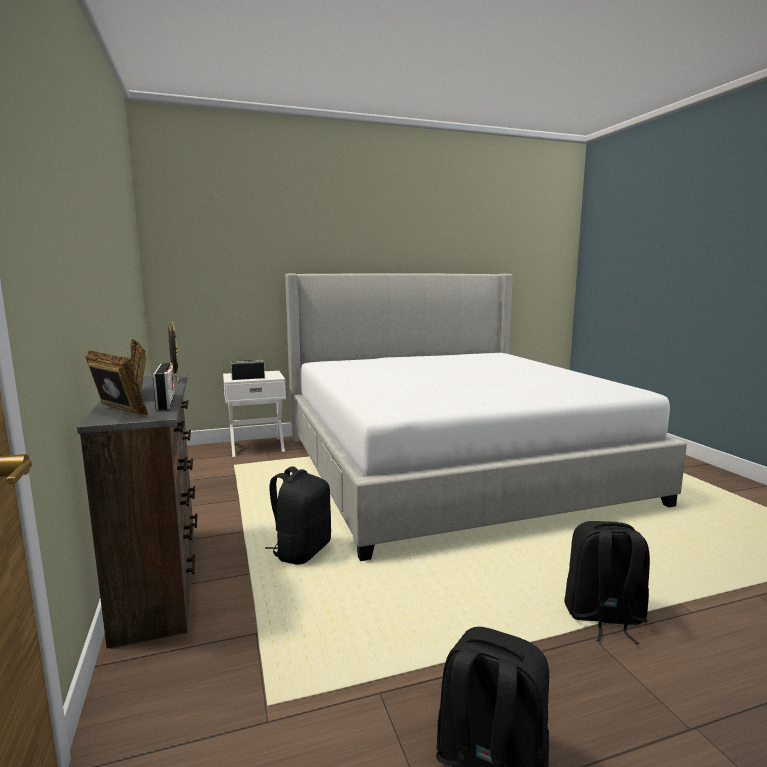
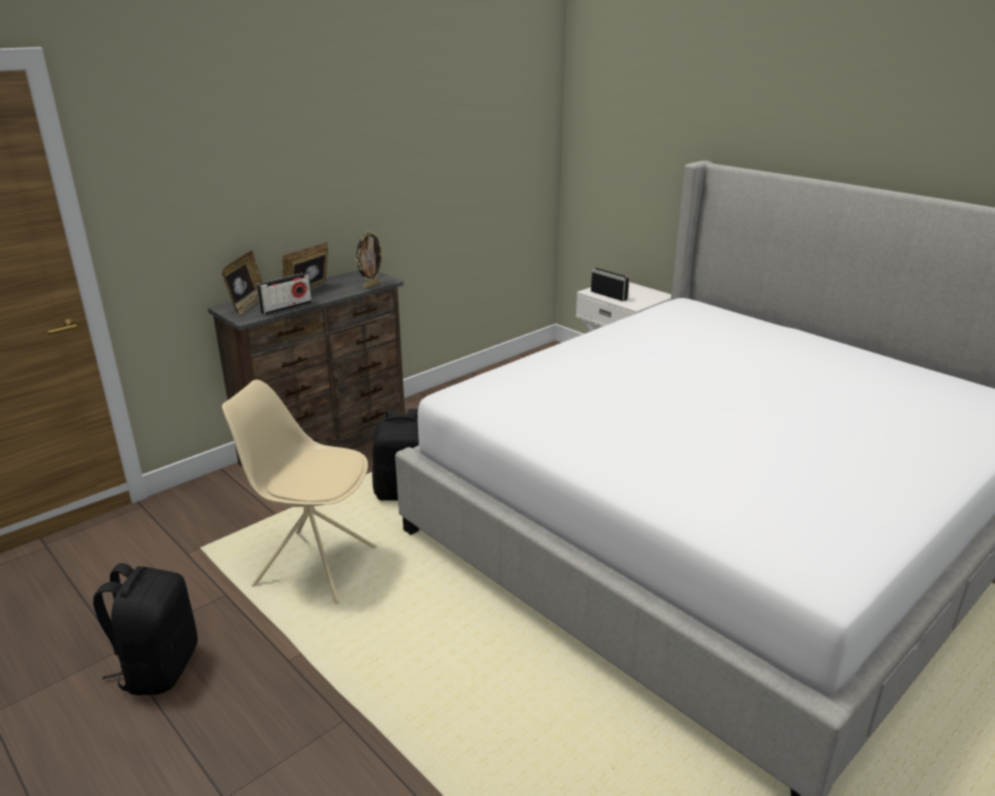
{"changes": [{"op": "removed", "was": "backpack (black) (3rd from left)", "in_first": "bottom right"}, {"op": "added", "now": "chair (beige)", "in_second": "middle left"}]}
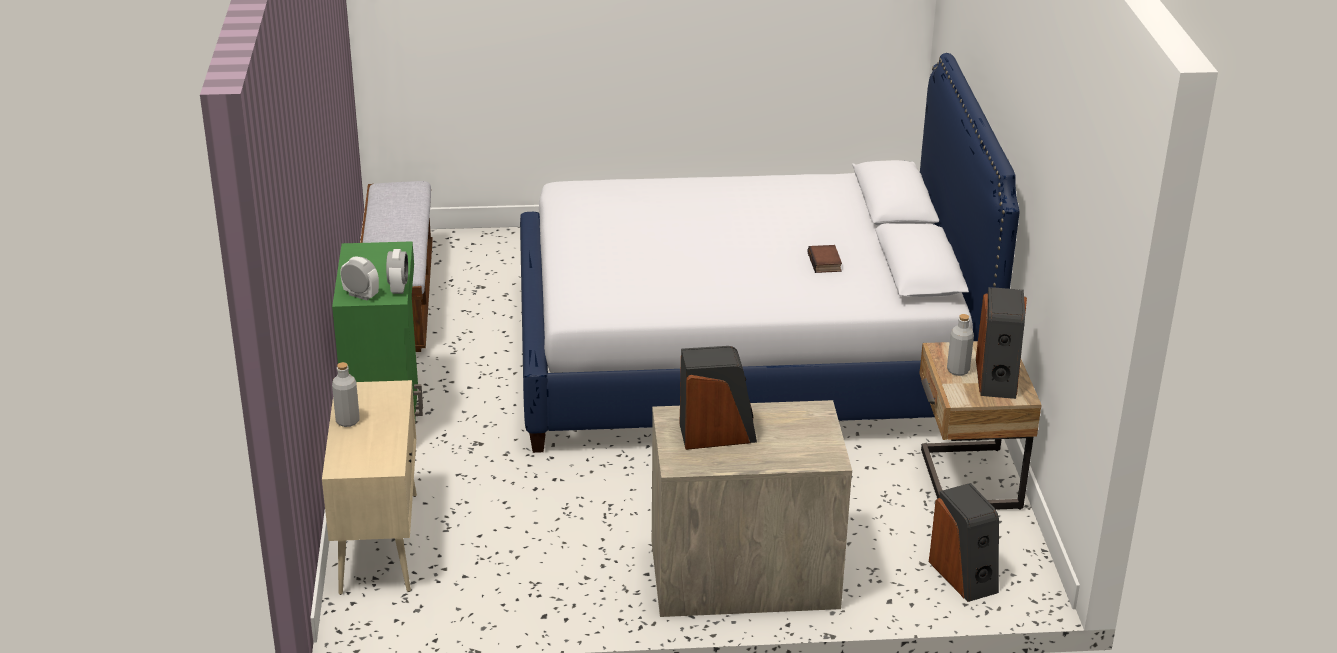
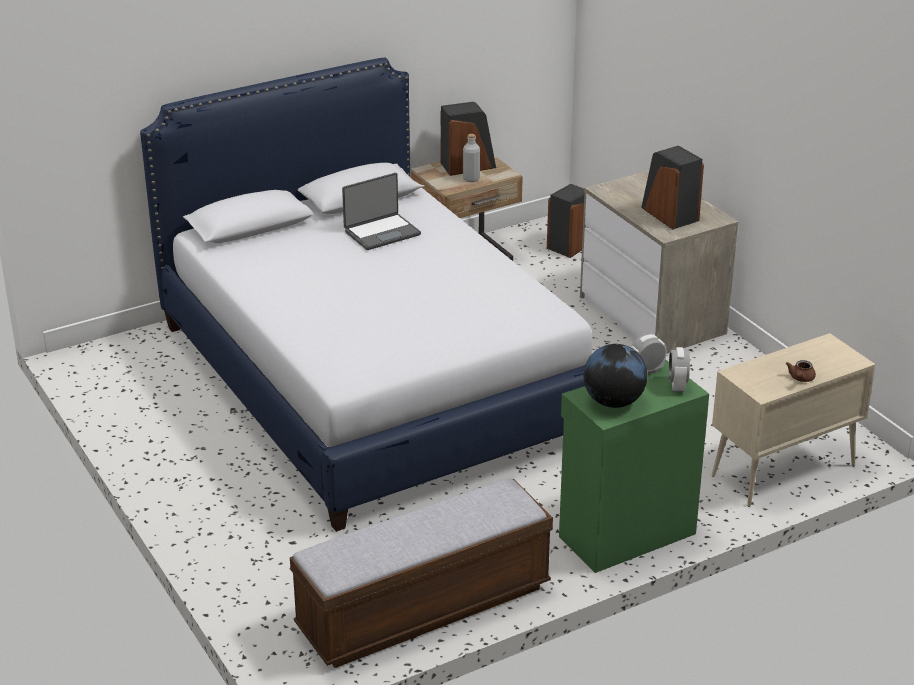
{"changes": [{"op": "added", "now": "globe", "in_second": "middle right"}, {"op": "replaced", "was": "bottle (grey) (1st from left)", "now": "teapot (brown)", "in_first": "middle left", "in_second": "middle right"}, {"op": "replaced", "was": "book", "now": "laptop", "in_first": "centre", "in_second": "top centre"}]}
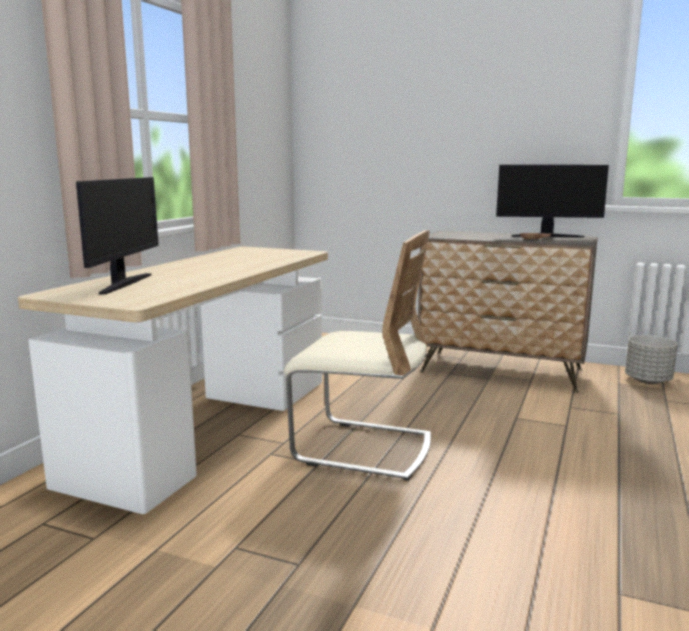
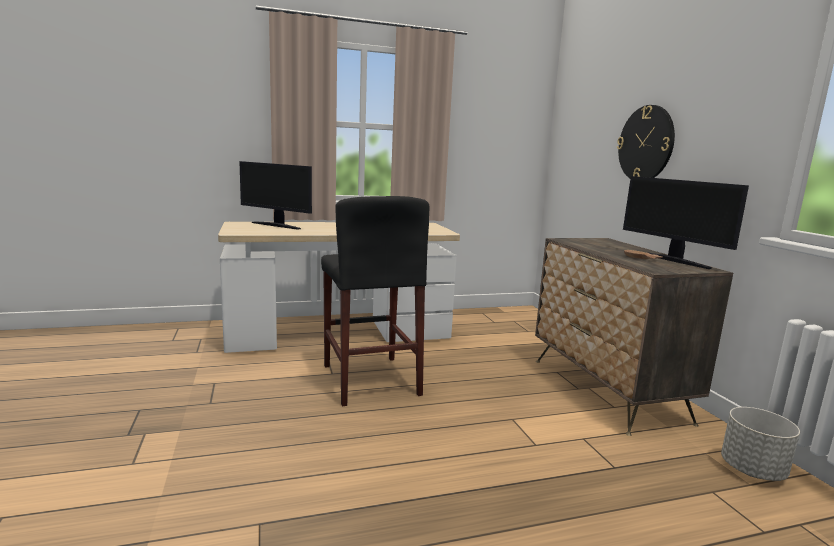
{"changes": [{"op": "added", "now": "wall clock", "in_second": "top right"}, {"op": "replaced", "was": "chair (beige)", "now": "stool (black)", "in_first": "centre", "in_second": "centre"}, {"op": "turned", "was": "monitor (1st from left)", "in_first": "middle left", "in_second": "middle left", "clockwise": 60}]}
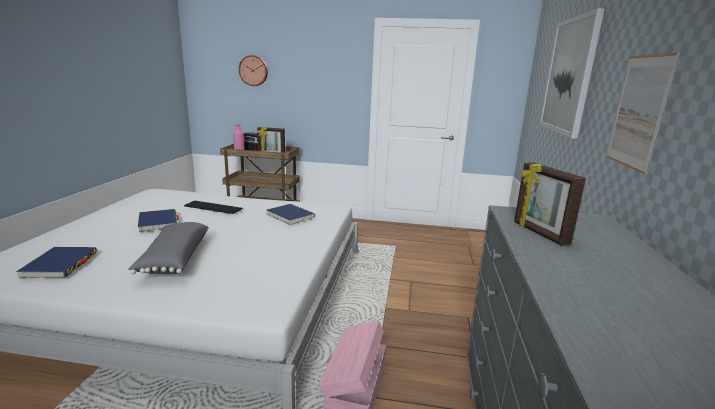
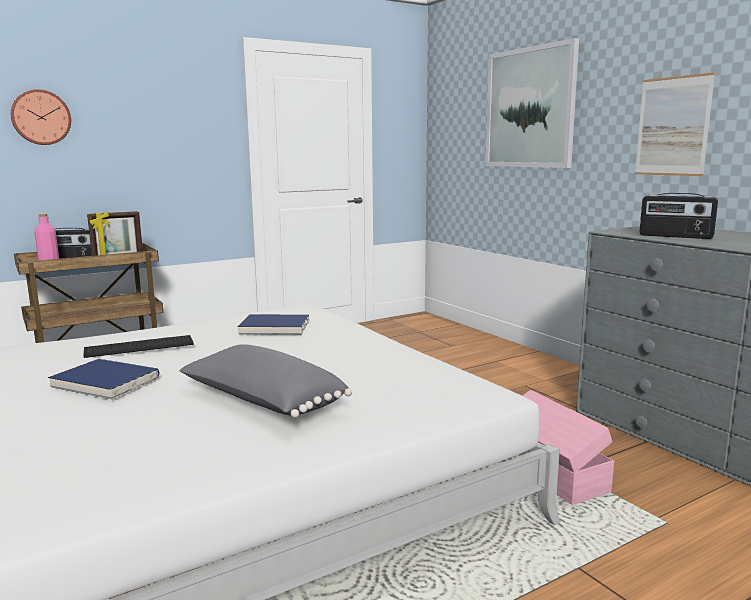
{"changes": [{"op": "removed", "was": "book (blue) (1st from left)", "in_first": "middle left"}, {"op": "replaced", "was": "picture frame (2nd from left)", "now": "radio (2nd from left)", "in_first": "middle right", "in_second": "middle right"}]}
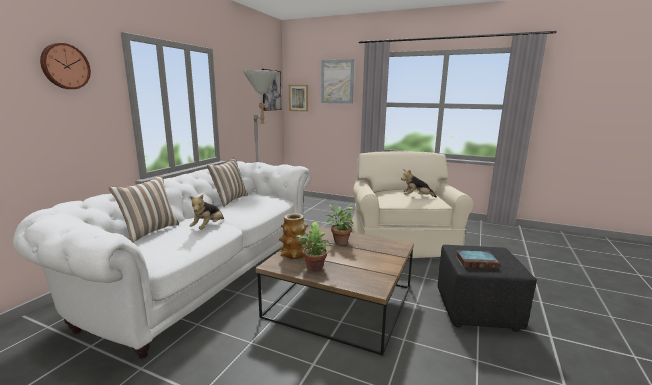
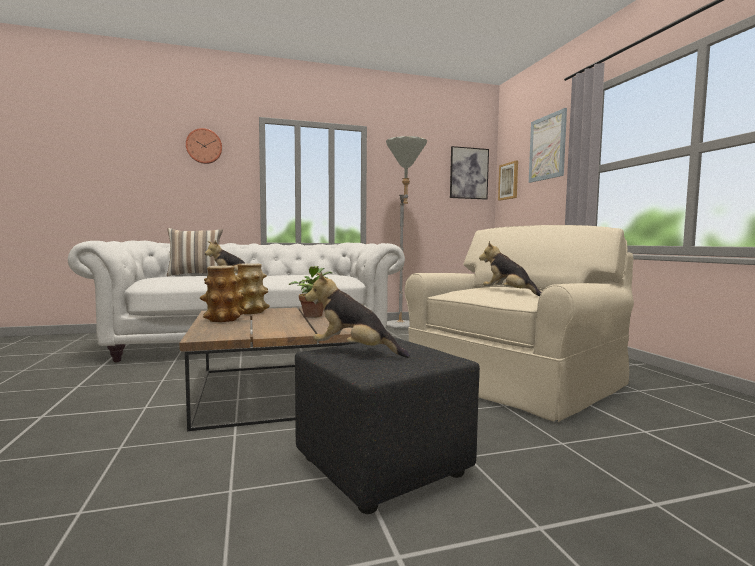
{"changes": [{"op": "removed", "was": "pillow (2nd from left)", "in_first": "centre"}, {"op": "replaced", "was": "potted plant (1st from left)", "now": "vase (1st from left)", "in_first": "centre", "in_second": "middle left"}, {"op": "replaced", "was": "book", "now": "plush toy (2nd from left)", "in_first": "bottom right", "in_second": "centre"}]}
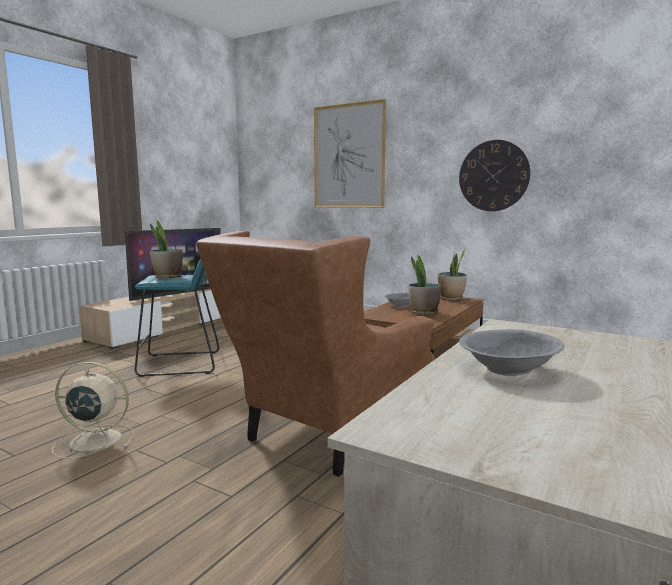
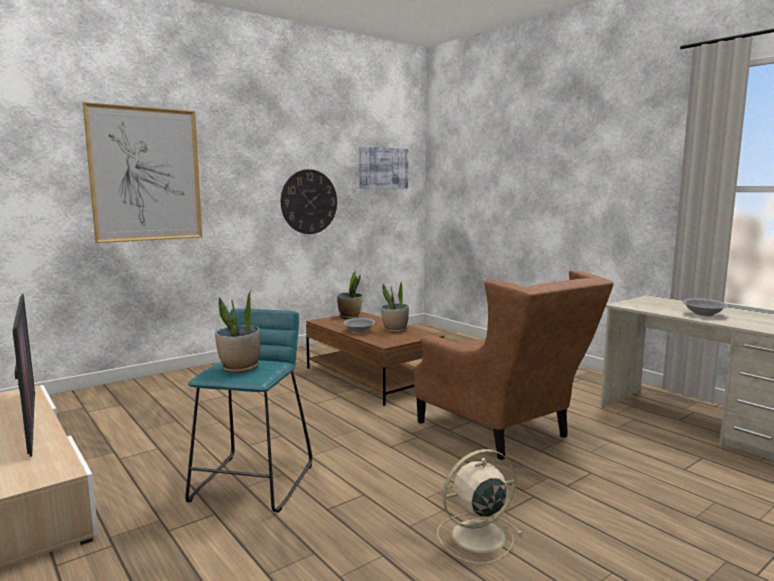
{"changes": [{"op": "added", "now": "picture (2nd from left)", "in_second": "top centre"}, {"op": "turned", "was": "fan (beige)", "in_first": "bottom left", "in_second": "bottom centre", "clockwise": 45}]}
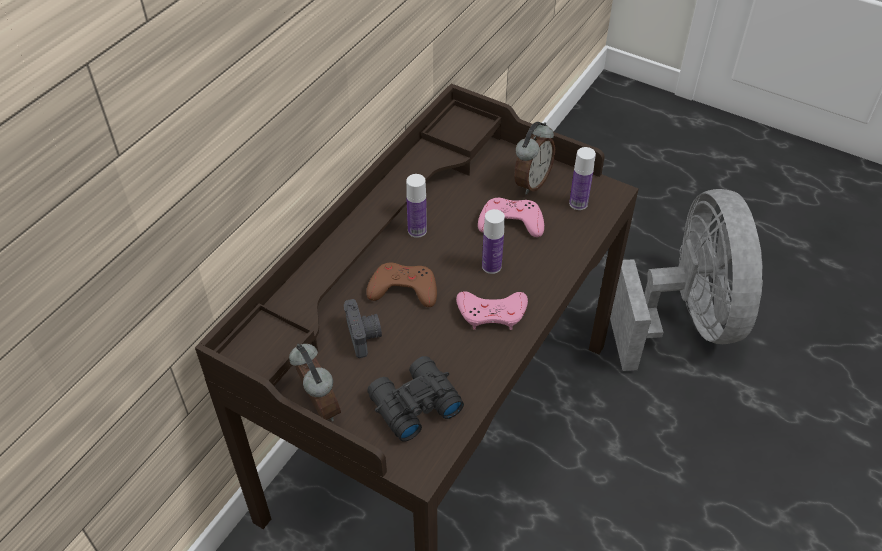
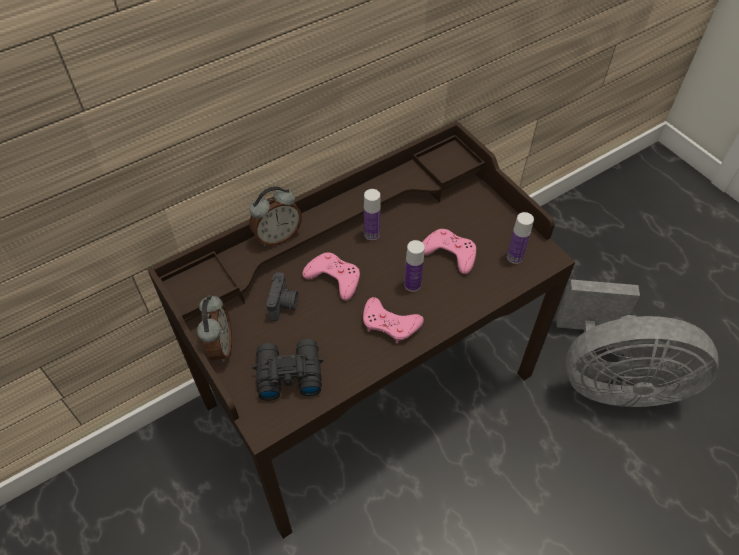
{"changes": [{"op": "moved", "was": "alarm clock (2nd from left)", "in_first": "top centre", "in_second": "centre"}, {"op": "recoloured", "was": "game controller (brown)", "now": "game controller (pink) (1st from left)", "in_first": "centre", "in_second": "centre"}, {"op": "turned", "was": "fan (grey)", "in_first": "middle right", "in_second": "middle right", "clockwise": 75}]}
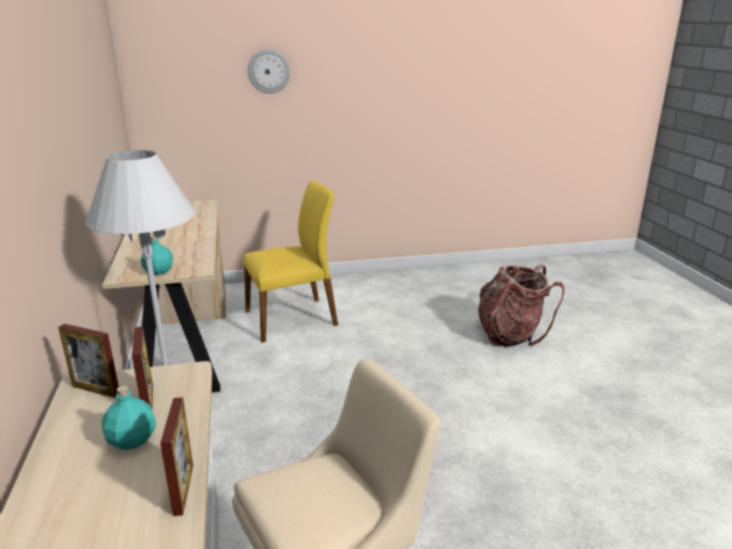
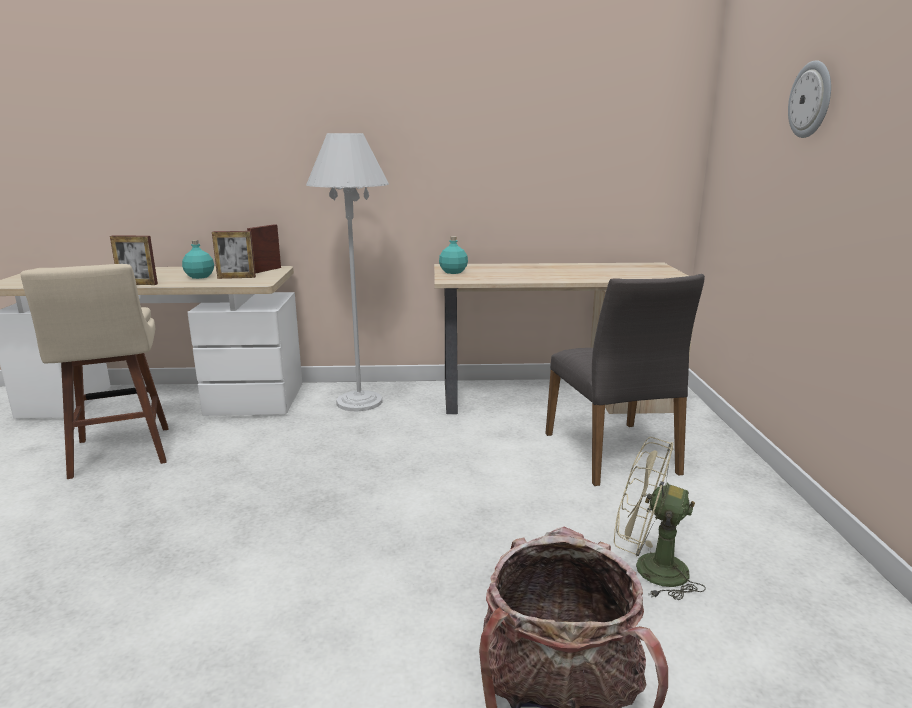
{"changes": [{"op": "added", "now": "fan (beige)", "in_second": "bottom right"}, {"op": "recoloured", "was": "chair (yellow)", "now": "chair (grey)", "in_first": "centre", "in_second": "middle right"}]}
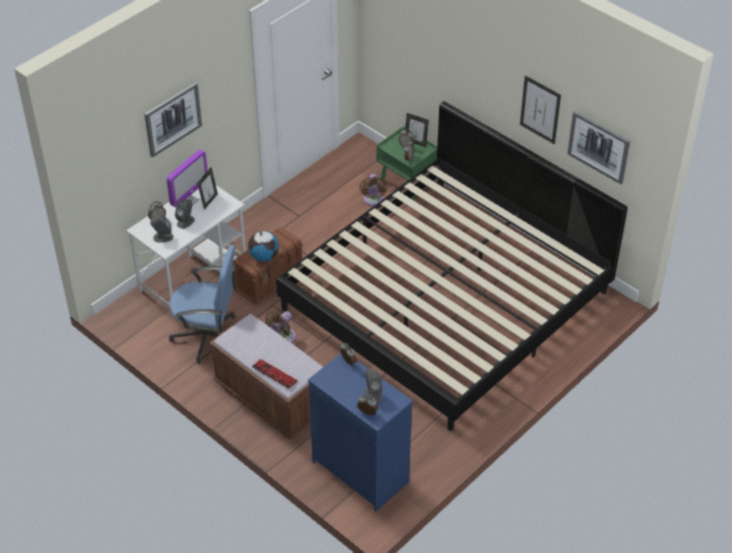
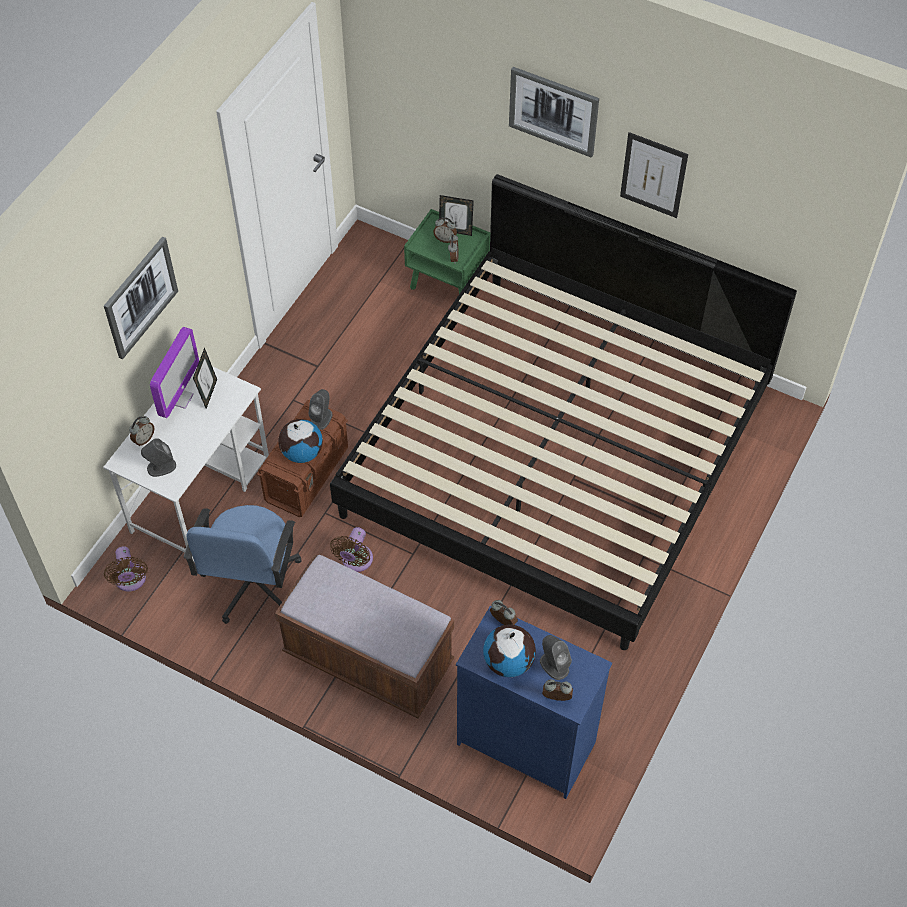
{"changes": [{"op": "removed", "was": "keyboard", "in_first": "bottom centre"}, {"op": "added", "now": "globe (2nd from left)", "in_second": "bottom centre"}, {"op": "moved", "was": "speaker (grey) (2nd from left)", "in_first": "middle left", "in_second": "centre"}, {"op": "moved", "was": "fan (brown) (2nd from left in the first image)", "now": "fan (brown) (1st from left)", "in_first": "centre", "in_second": "middle left"}, {"op": "moved", "was": "picture (3rd from left in the first image)", "now": "picture (2nd from left)", "in_first": "top right", "in_second": "top centre"}, {"op": "turned", "was": "office chair (blue)", "in_first": "middle left", "in_second": "middle left", "clockwise": 105}]}
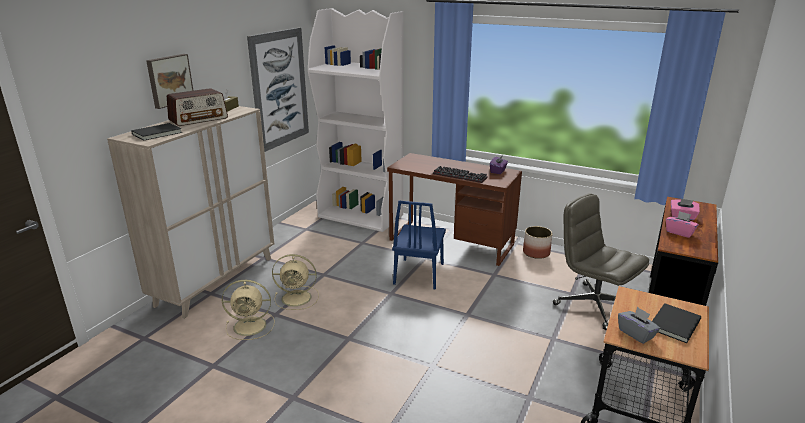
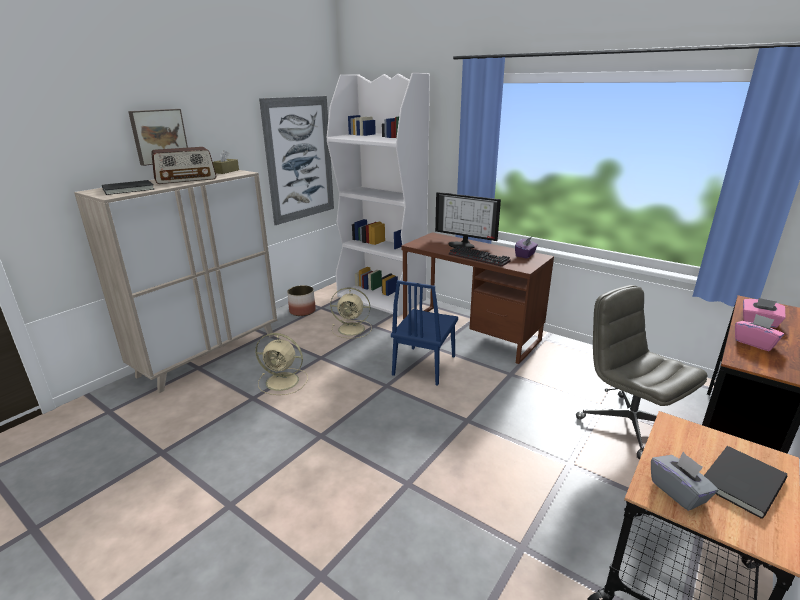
{"changes": [{"op": "added", "now": "monitor", "in_second": "centre"}, {"op": "moved", "was": "fan (beige) (1st from left in the first image)", "now": "fan (beige) (2nd from left)", "in_first": "bottom left", "in_second": "centre"}, {"op": "moved", "was": "planter", "in_first": "middle right", "in_second": "centre"}]}
